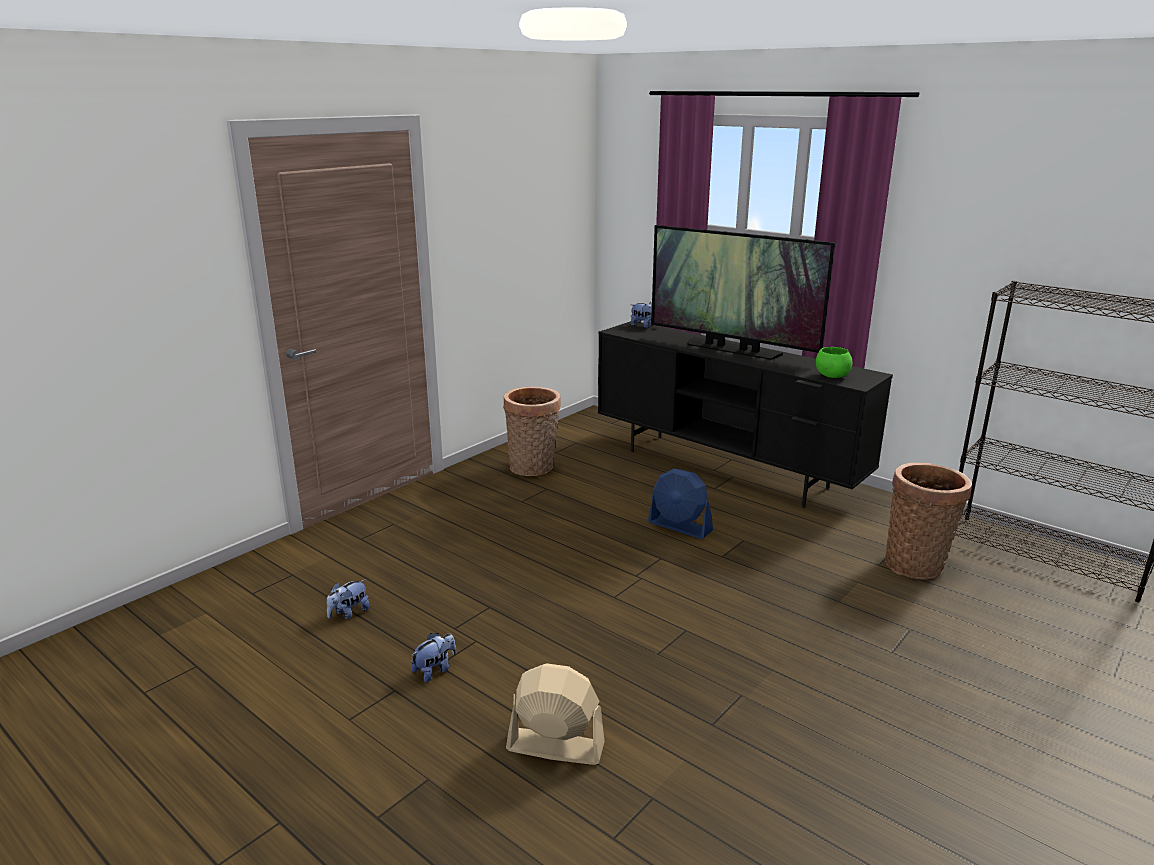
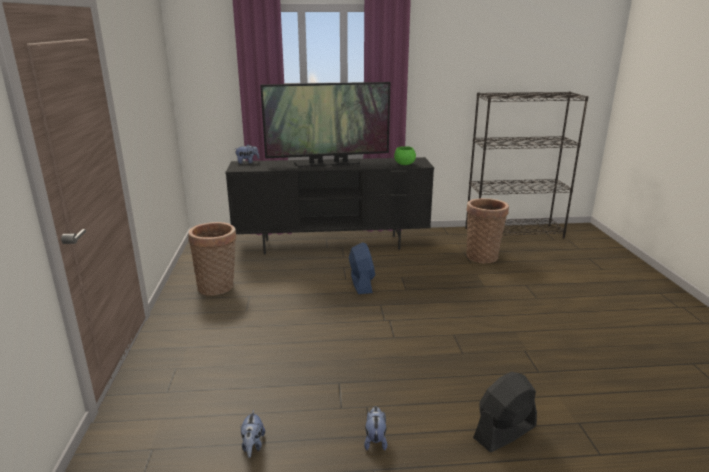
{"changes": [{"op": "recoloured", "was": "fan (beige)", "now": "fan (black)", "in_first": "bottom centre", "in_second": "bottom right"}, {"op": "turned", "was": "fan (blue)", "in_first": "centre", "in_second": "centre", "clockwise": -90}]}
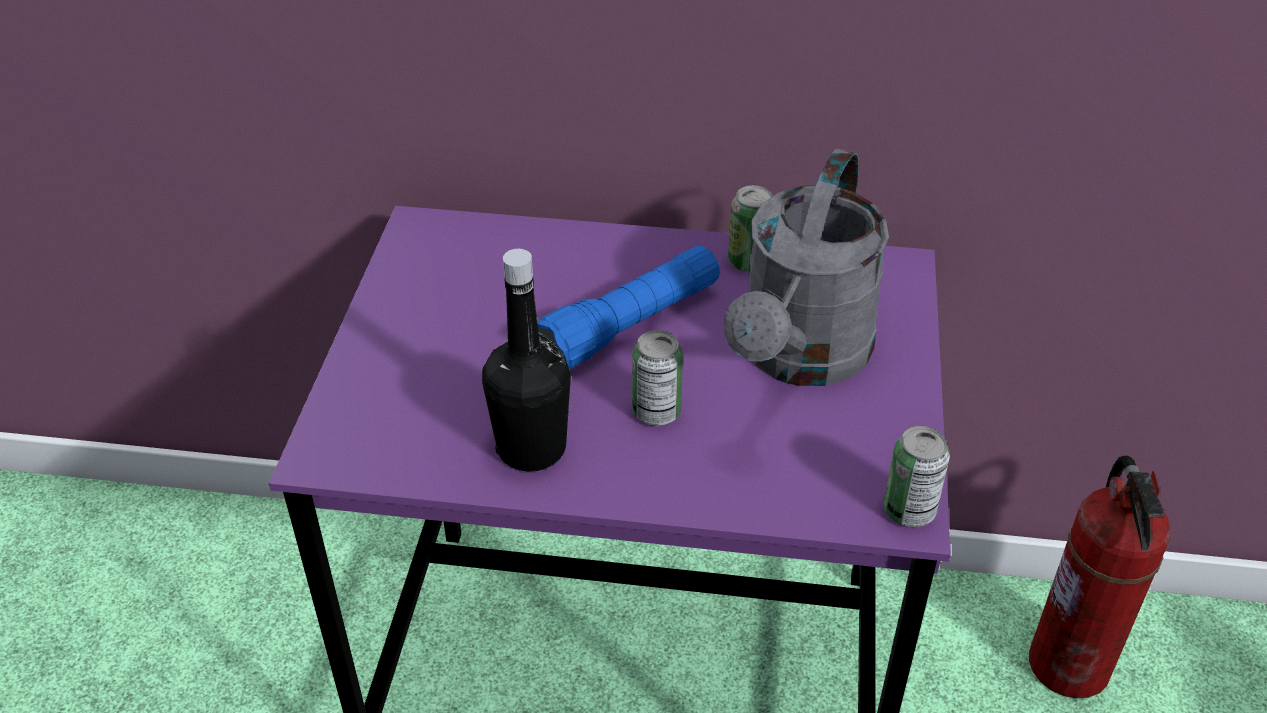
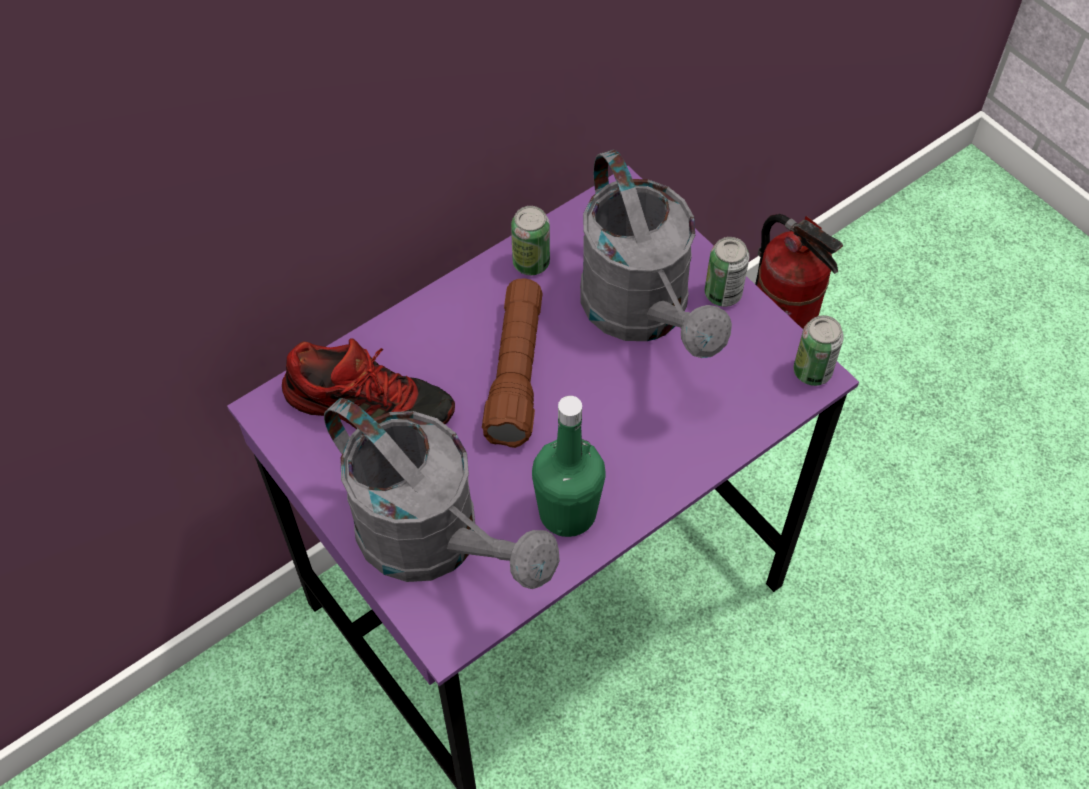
{"changes": [{"op": "added", "now": "shoe", "in_second": "centre"}, {"op": "added", "now": "watering can (grey) (1st from left)", "in_second": "centre"}, {"op": "moved", "was": "can (1st from left in the first image)", "now": "can (2nd from left)", "in_first": "centre", "in_second": "middle right"}, {"op": "recoloured", "was": "bottle (black)", "now": "bottle (green)", "in_first": "centre", "in_second": "centre"}, {"op": "recoloured", "was": "flashlight (blue)", "now": "flashlight (brown)", "in_first": "centre", "in_second": "centre"}]}
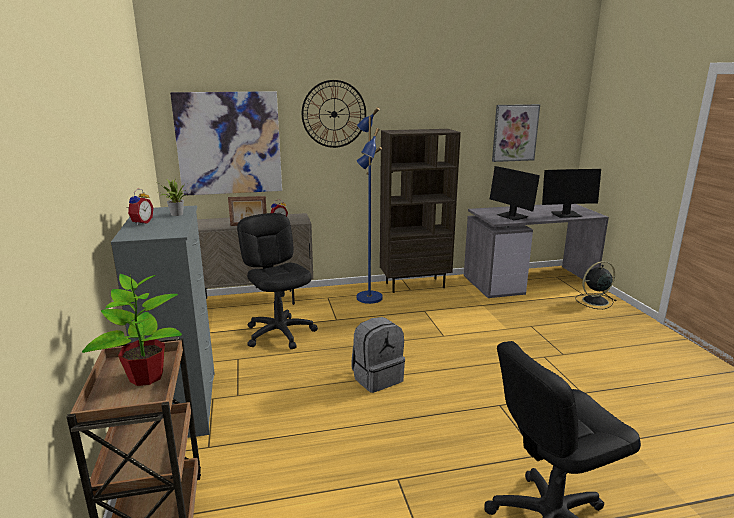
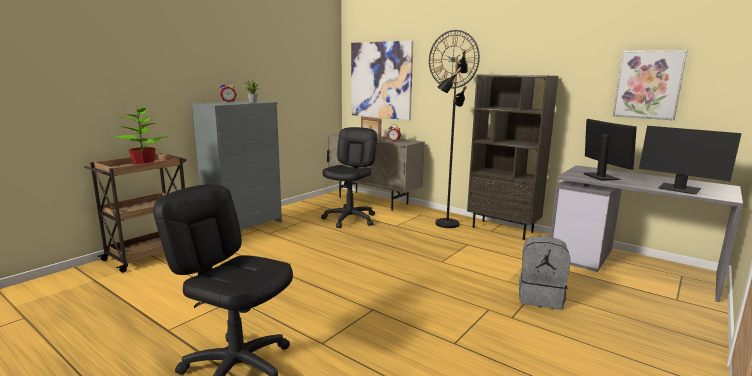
{"changes": [{"op": "removed", "was": "fan (black)", "in_first": "middle right"}, {"op": "moved", "was": "backpack (grey)", "in_first": "bottom centre", "in_second": "bottom right"}, {"op": "recoloured", "was": "floor lamp (blue)", "now": "floor lamp (black)", "in_first": "centre", "in_second": "centre"}, {"op": "turned", "was": "monitor (1st from left)", "in_first": "middle right", "in_second": "middle right", "clockwise": 150}]}
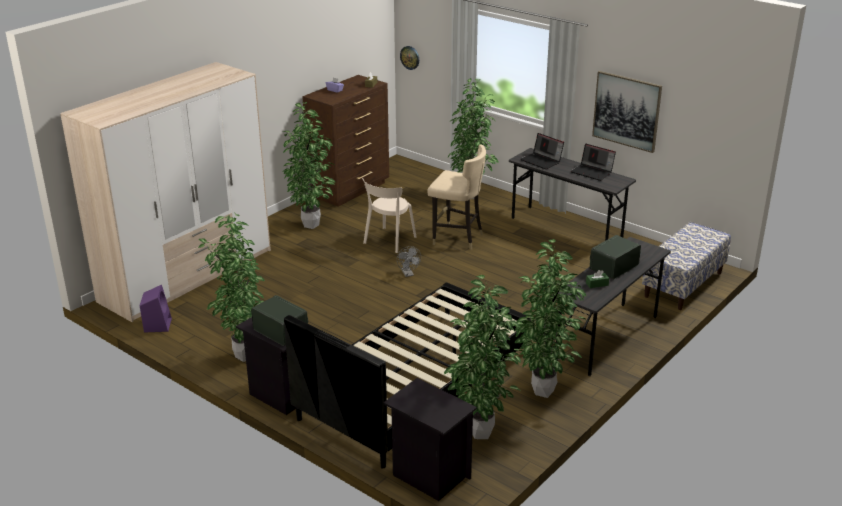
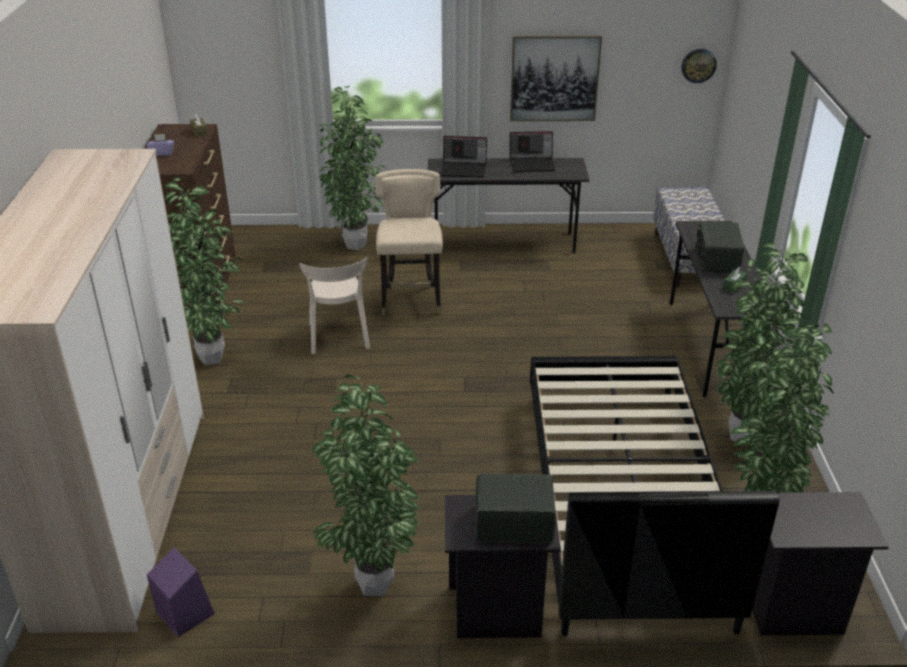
{"changes": [{"op": "removed", "was": "fan (grey)", "in_first": "centre"}, {"op": "moved", "was": "wall clock", "in_first": "top centre", "in_second": "top right"}, {"op": "turned", "was": "chair (beige) (2nd from left)", "in_first": "centre", "in_second": "centre", "clockwise": -75}]}
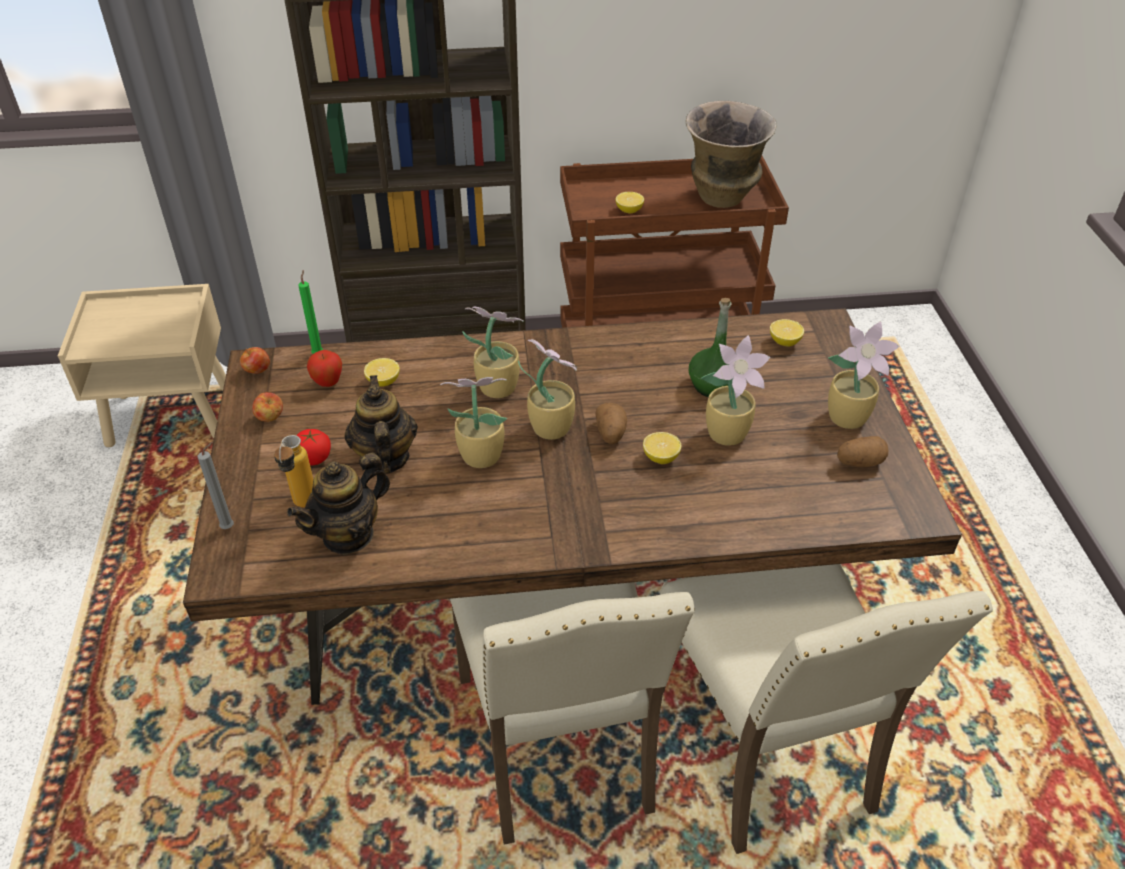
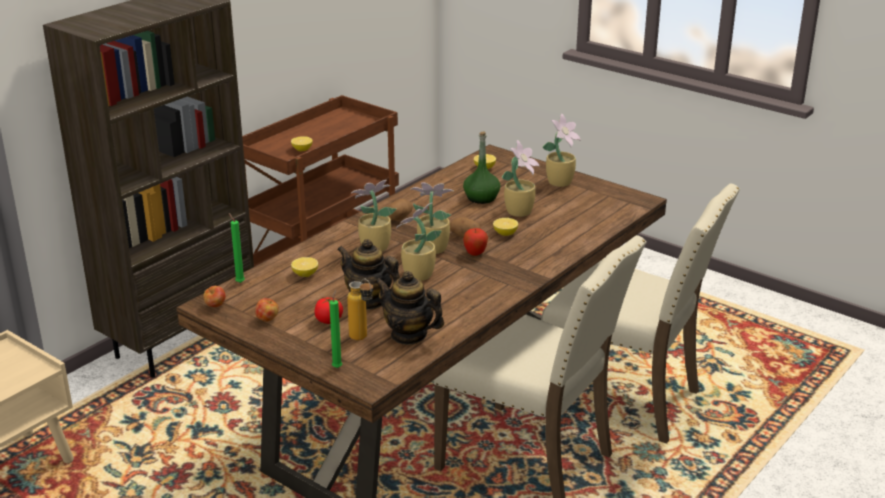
{"changes": [{"op": "removed", "was": "vase", "in_first": "top centre"}, {"op": "moved", "was": "apple (3rd from left)", "in_first": "middle left", "in_second": "centre"}, {"op": "moved", "was": "potato (2nd from left in the first image)", "now": "potato (1st from left)", "in_first": "middle right", "in_second": "centre"}, {"op": "recoloured", "was": "candle (grey)", "now": "candle (green) (2nd from left)", "in_first": "middle left", "in_second": "centre"}, {"op": "turned", "was": "teapot (1st from left in the first image)", "in_first": "middle left", "in_second": "centre", "clockwise": 120}]}
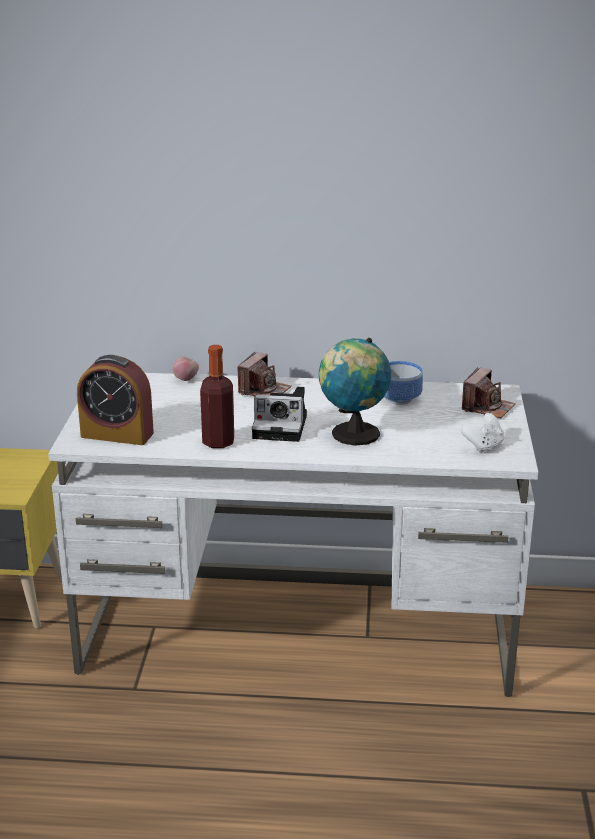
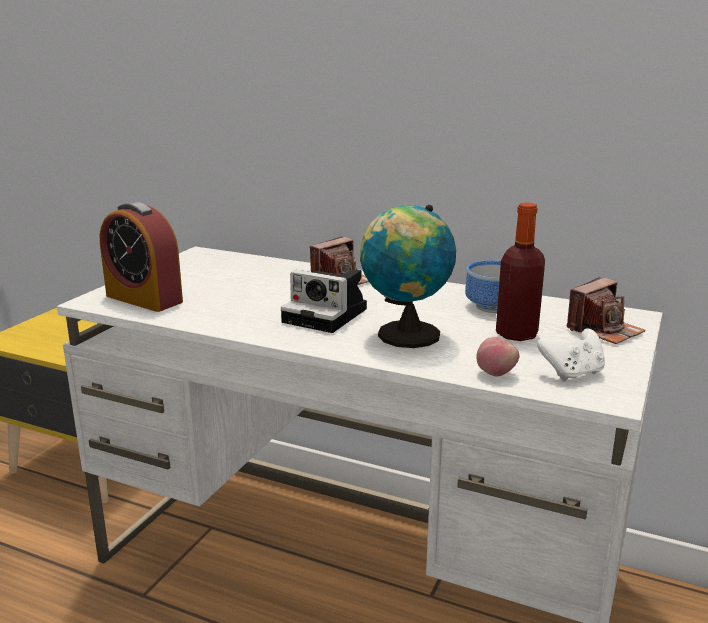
{"changes": [{"op": "moved", "was": "apple", "in_first": "middle left", "in_second": "middle right"}, {"op": "moved", "was": "bottle", "in_first": "centre", "in_second": "middle right"}]}
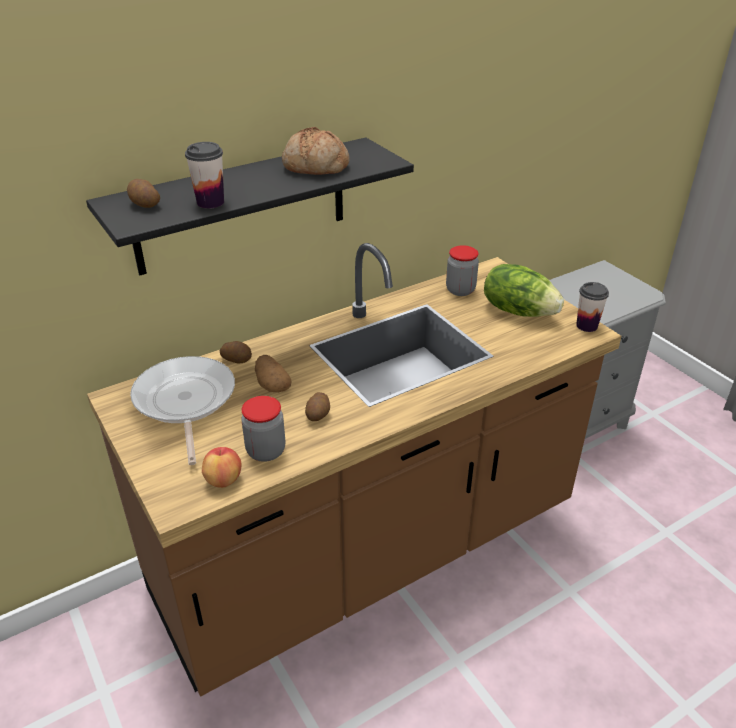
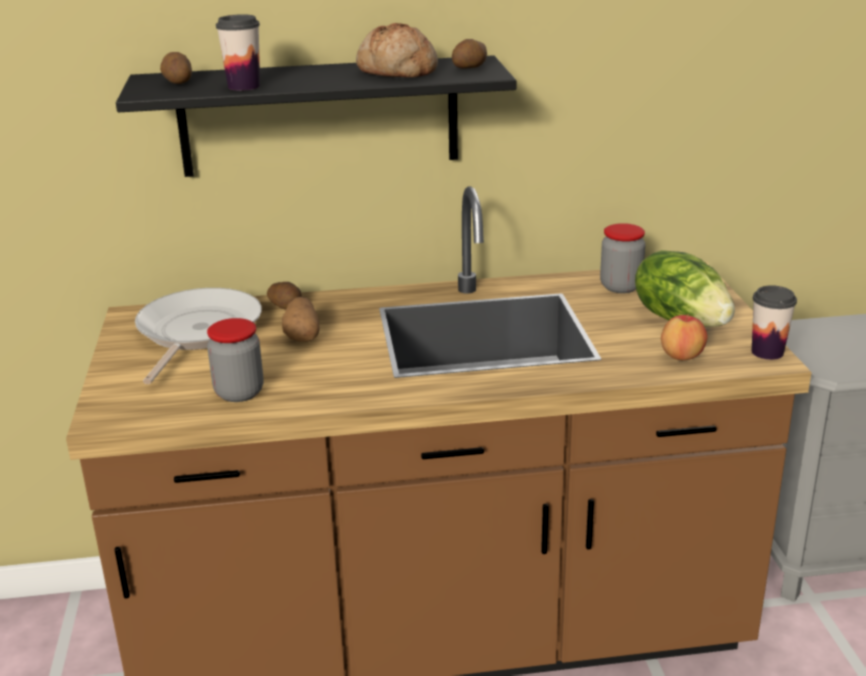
{"changes": [{"op": "moved", "was": "apple", "in_first": "middle left", "in_second": "middle right"}, {"op": "moved", "was": "potato (4th from left)", "in_first": "centre", "in_second": "top centre"}]}
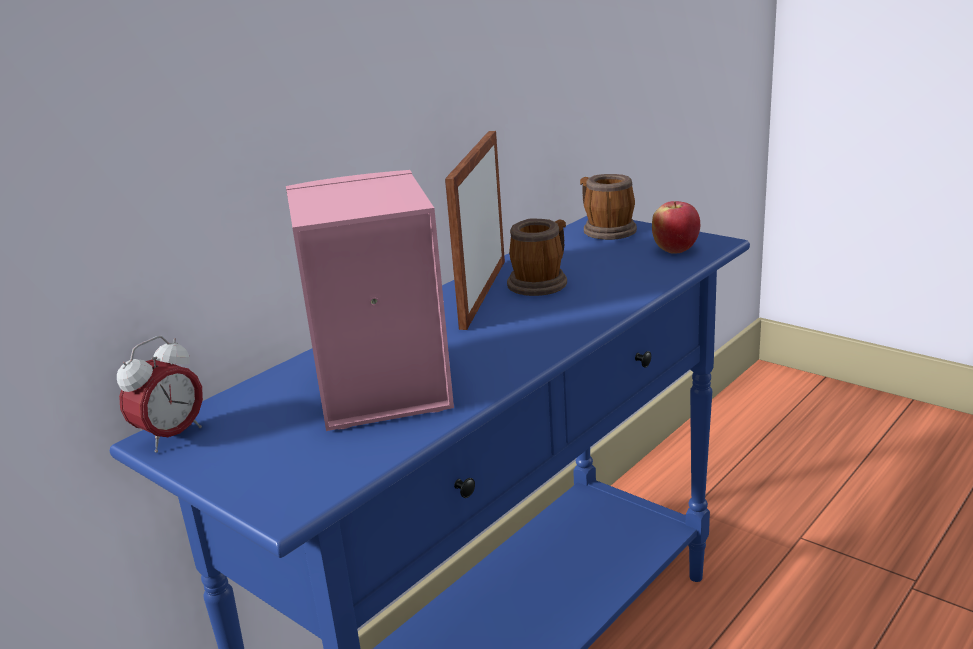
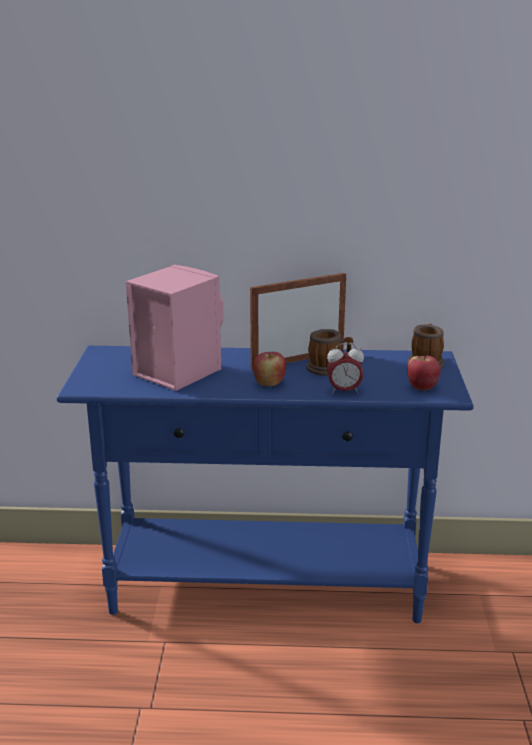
{"changes": [{"op": "added", "now": "apple (1st from left)", "in_second": "centre"}, {"op": "moved", "was": "alarm clock", "in_first": "middle left", "in_second": "centre"}]}
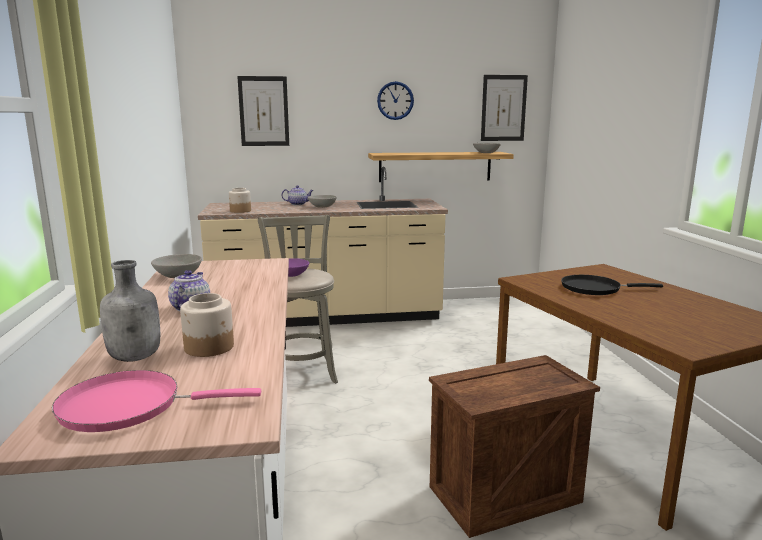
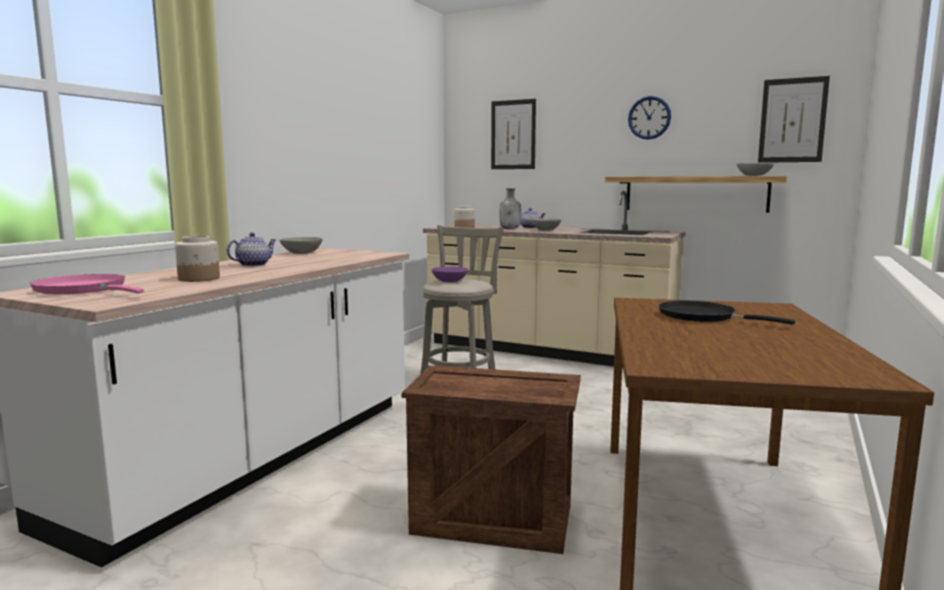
{"changes": [{"op": "moved", "was": "bottle (grey)", "in_first": "middle left", "in_second": "centre"}]}
